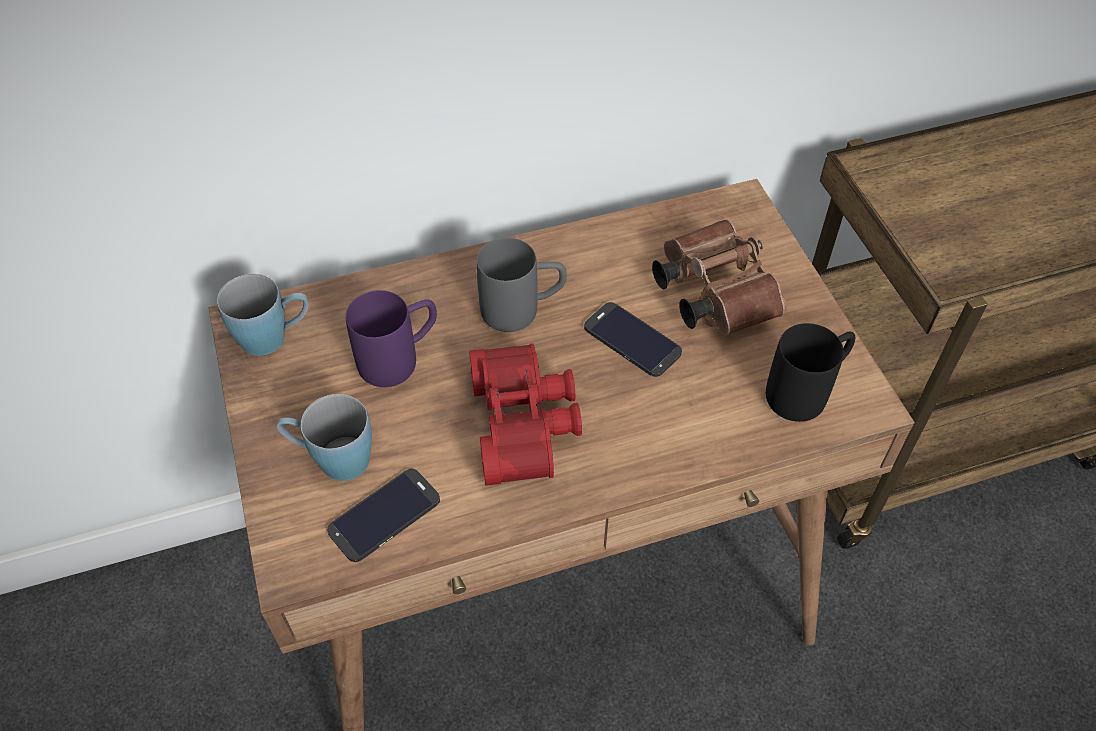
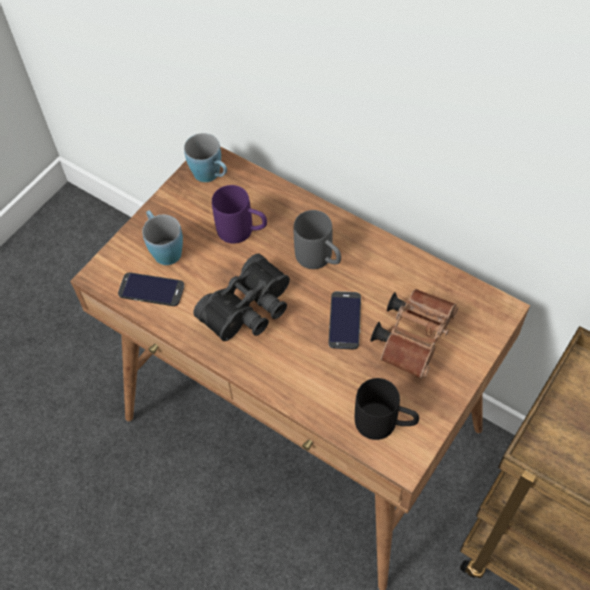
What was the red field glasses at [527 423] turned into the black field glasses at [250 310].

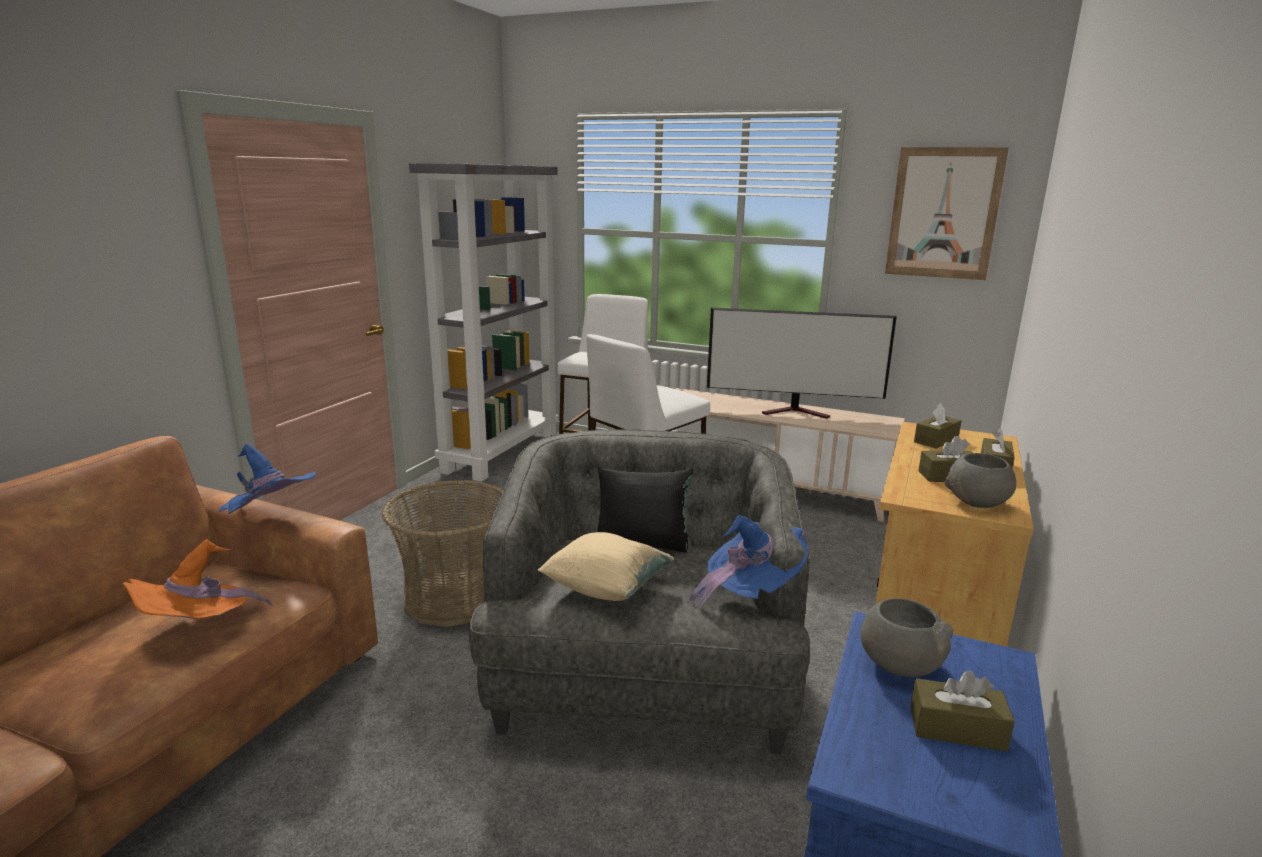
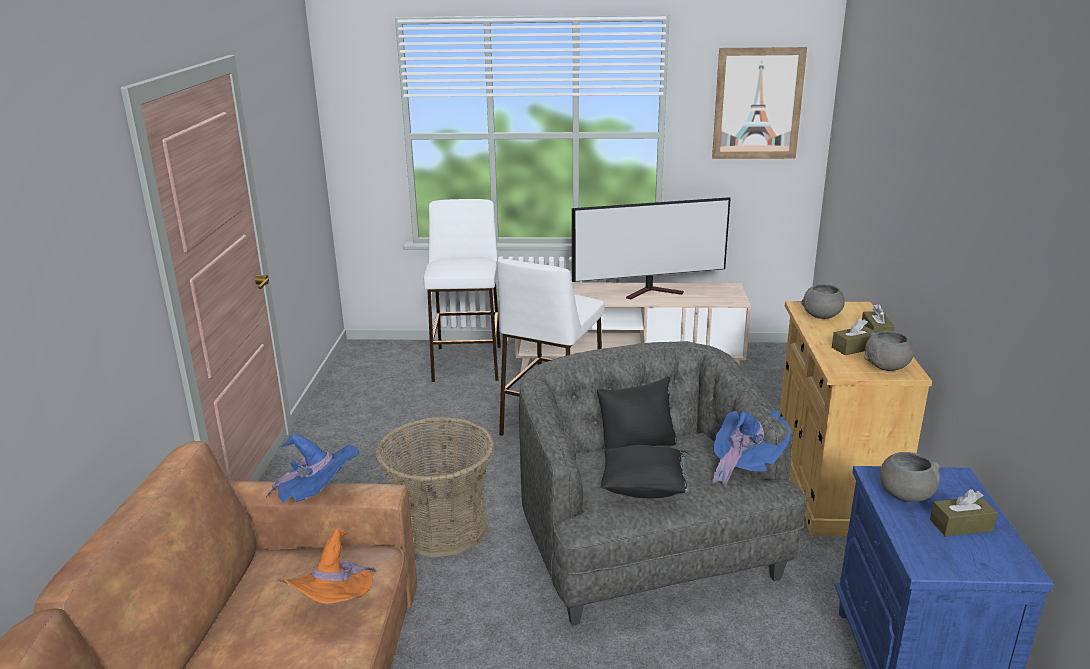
The second view lost the grey shelving unit at [501 452].
What was the beige throw pillow at [606 588] turned into the black throw pillow at [645 488].
Where the brown-coloured box of tissues stood at [936 440], the grey deep dish came to stand at [821 316].

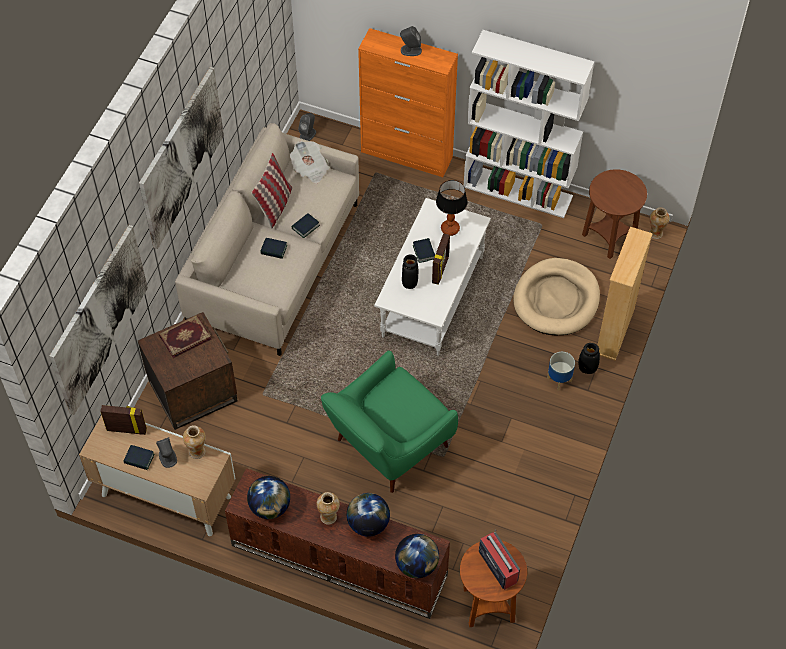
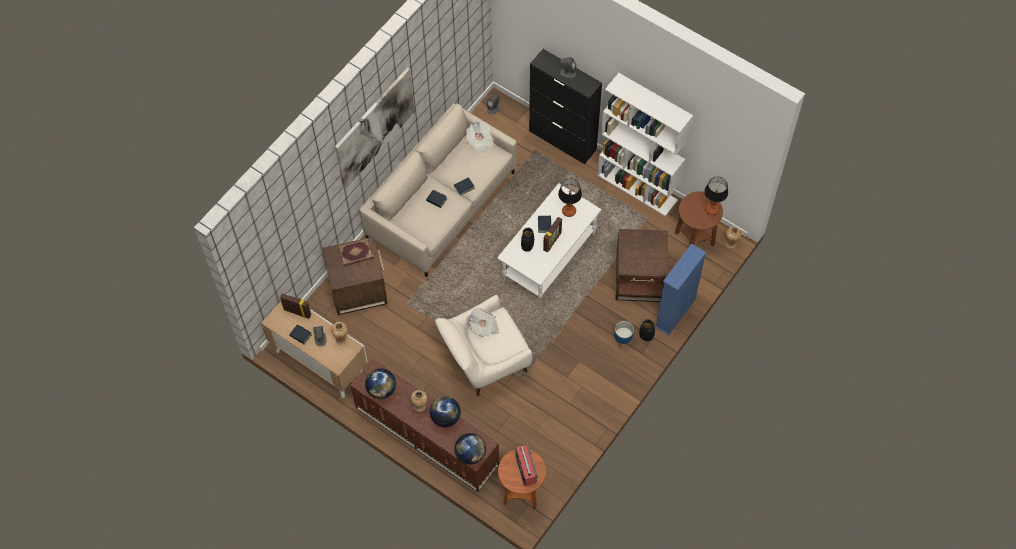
The second view lost the wall picture at [99 319].
The second view lost the throw pillow at [275 206].
What was the green lounge chair at [388 446] turned into the white lounge chair at [484 362].
What was the orange-coloured storage cabinet at [407 155] turned into the black storage cabinet at [563 140].
Where the beige dog cushion stood at [556 299], the brown-coloured side table came to stand at [639 279].
What was the beige shelving unit at [614 331] turned into the blue shelving unit at [675 313].
The second view gained the daily paper at [484 327].
The second view gained the tabletop lamp at [712 209].

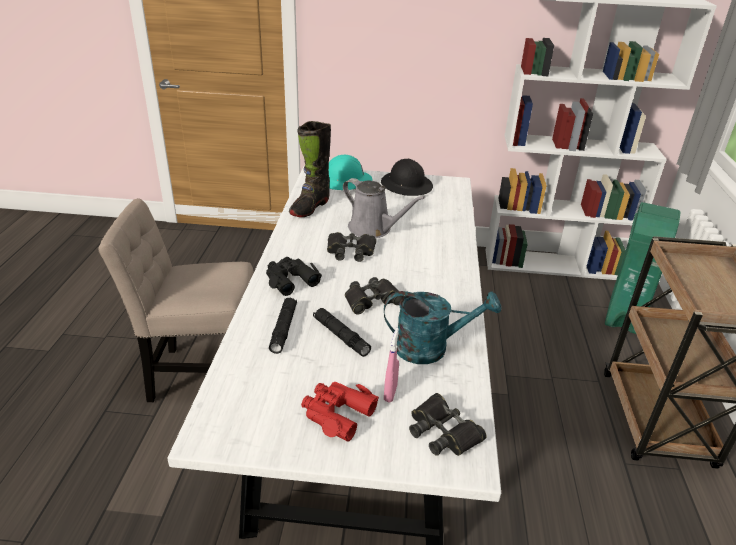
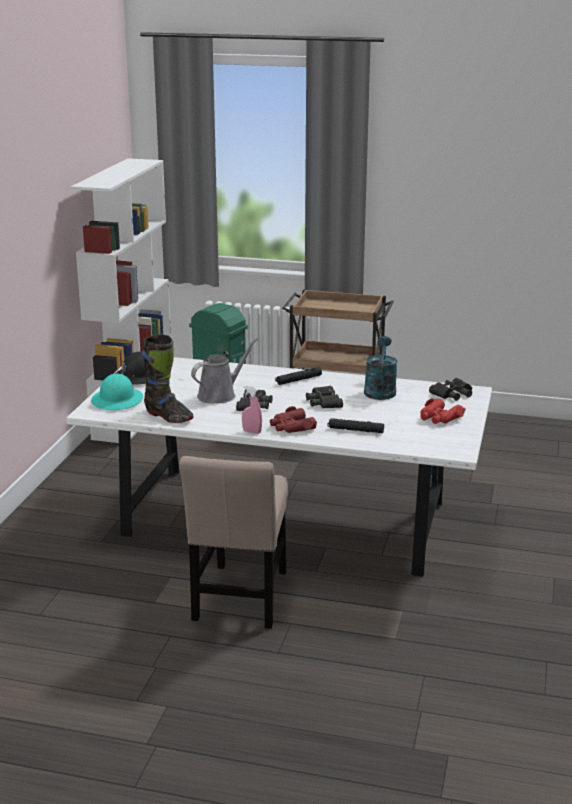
What was the black field glasses at [290 280] turned into the red field glasses at [291 427].
The black torch ended up elsewhere, having gone from [341 336] to [298 380].
The pinkish sprayer ended up elsewhere, having gone from [390 393] to [252 432].

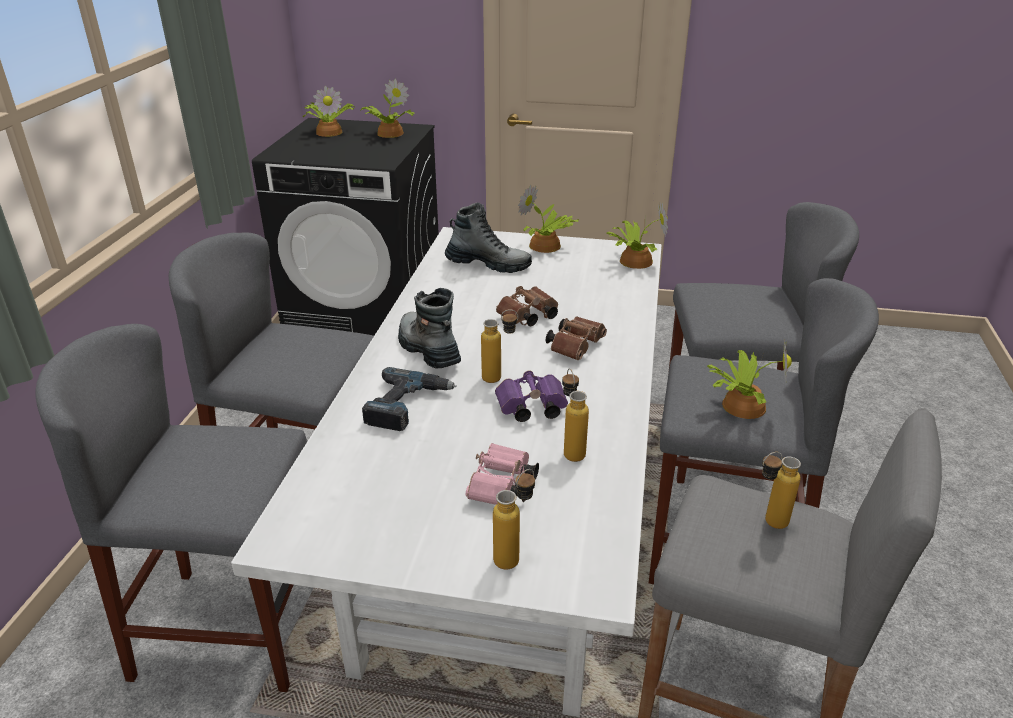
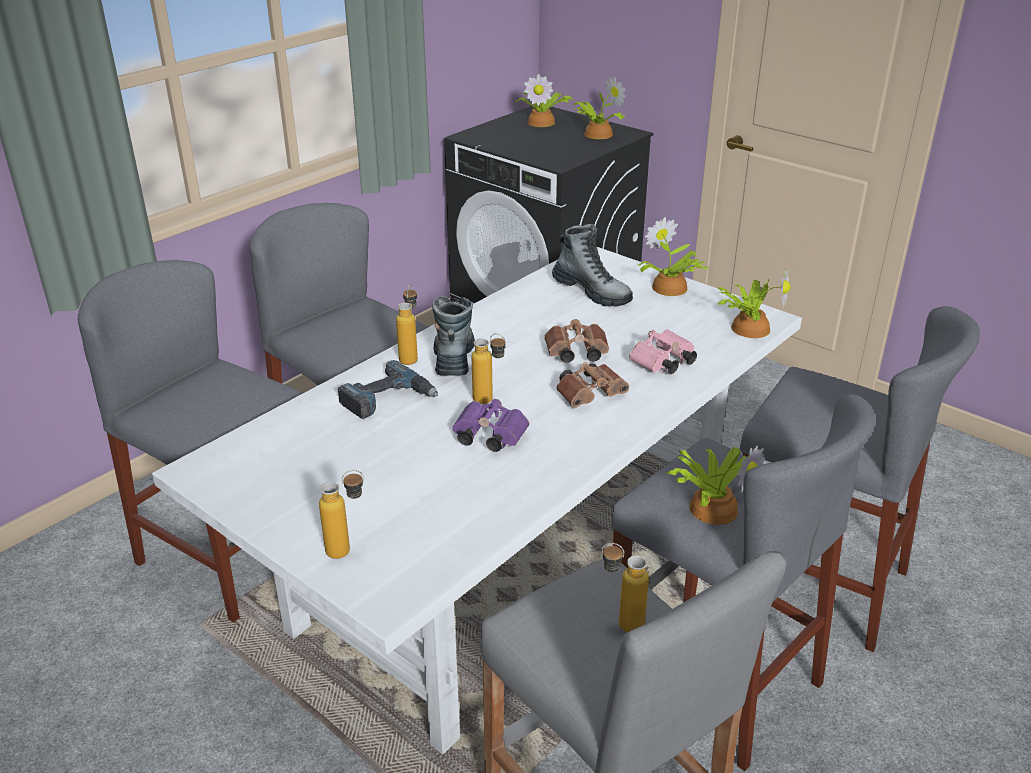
The pinkish field glasses ended up elsewhere, having gone from [502 488] to [662 364].
The beverage bottle ended up elsewhere, having gone from [571 450] to [410 356].

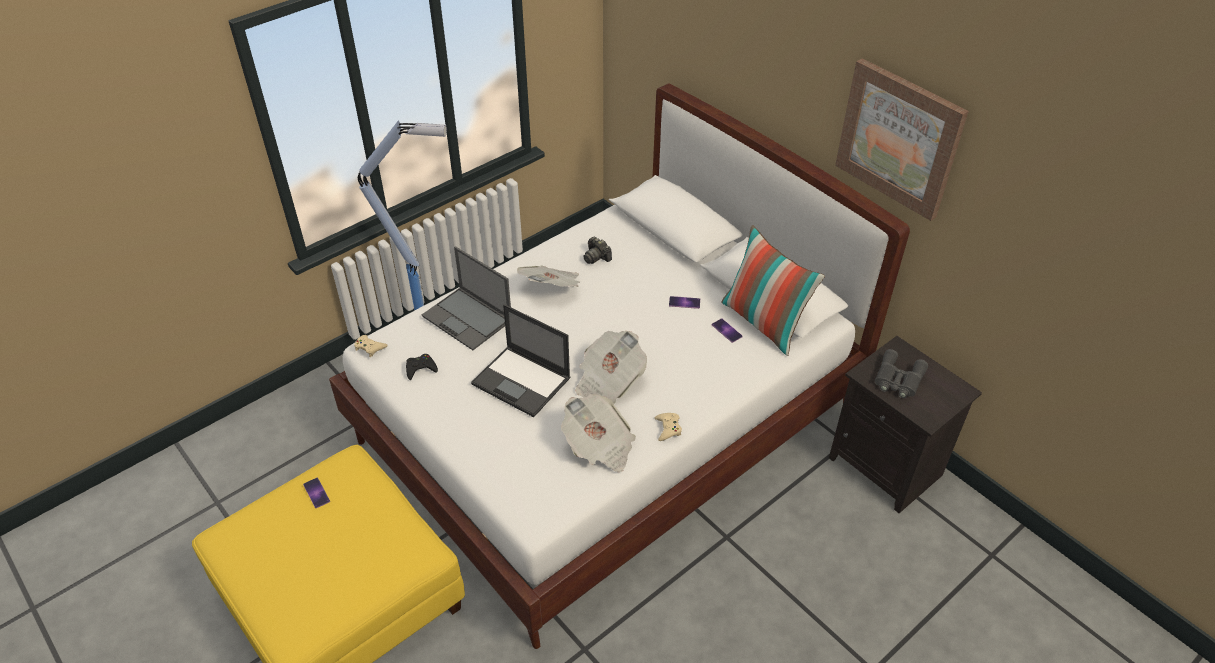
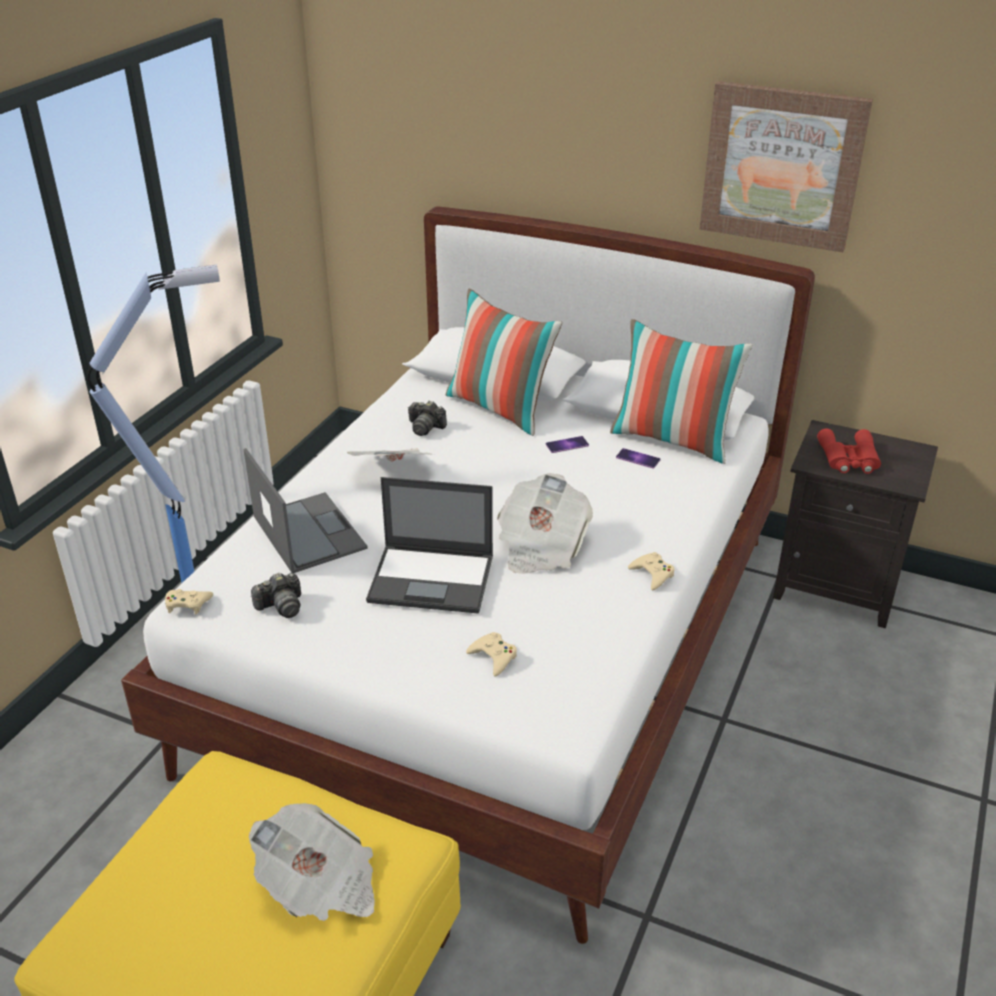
The second view lost the phone at [316 493].
Where the black gamepad stood at [420 369], the photo camera came to stand at [281 606].
The laptop at [468 318] ended up facing another way, 135 degrees counterclockwise from before.
The daily paper ended up elsewhere, having gone from [599 446] to [320 886].
What was the grey field glasses at [897 380] turned into the red field glasses at [848 458].
The second view gained the throw pillow at [500 409].
The second view gained the beige gamepad at [493 657].

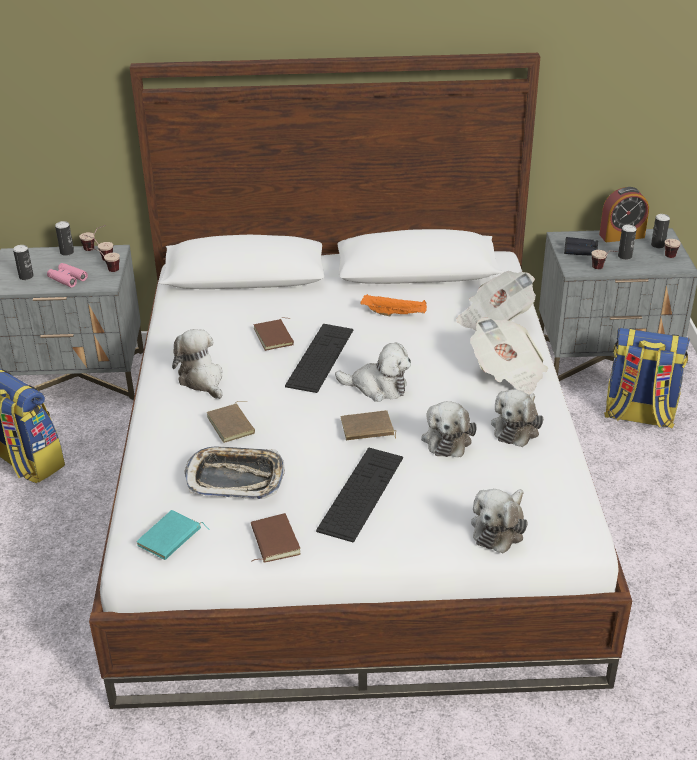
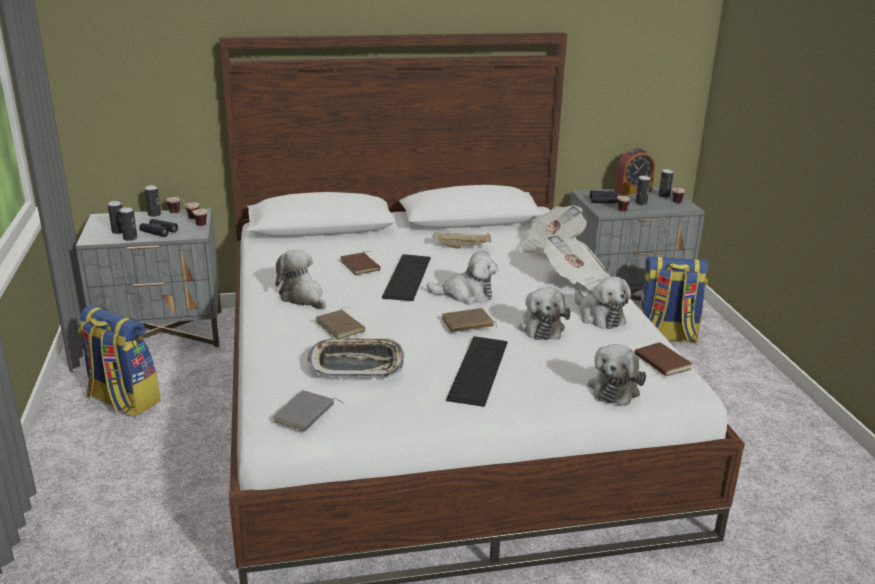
What was the pinkish field glasses at [67 279] turned into the black field glasses at [158 232].
What was the turquoise bound book at [170 538] turned into the grey bound book at [306 414].
The brown-coloured bound book ended up elsewhere, having gone from [273 541] to [660 362].
What was the orange-coloured carrying tray at [395 314] turned into the beige carrying tray at [463 247].
The plush toy at [516 427] ended up facing another way, 45 degrees counterclockwise from before.
The second view gained the metal can at [130 238].

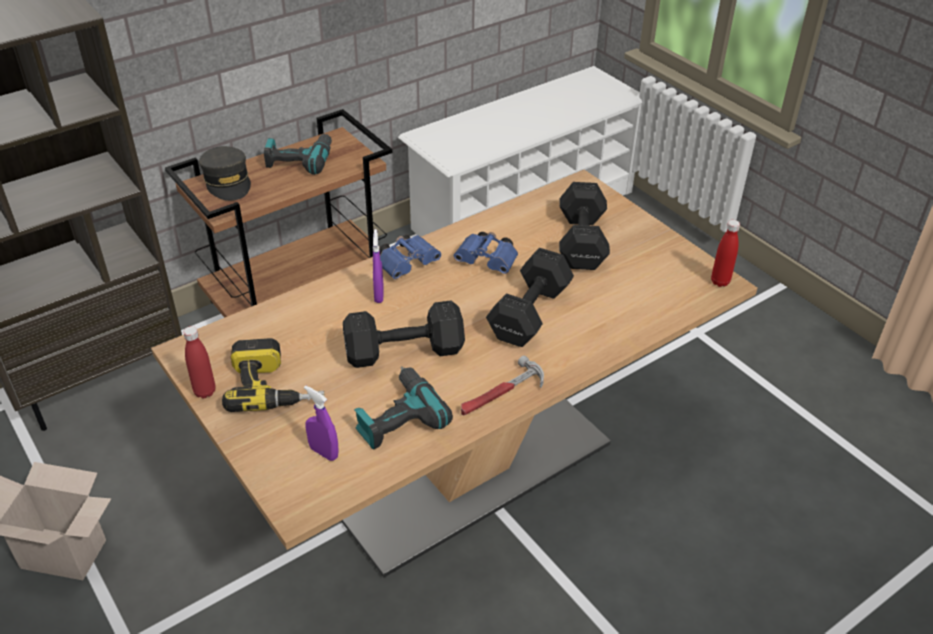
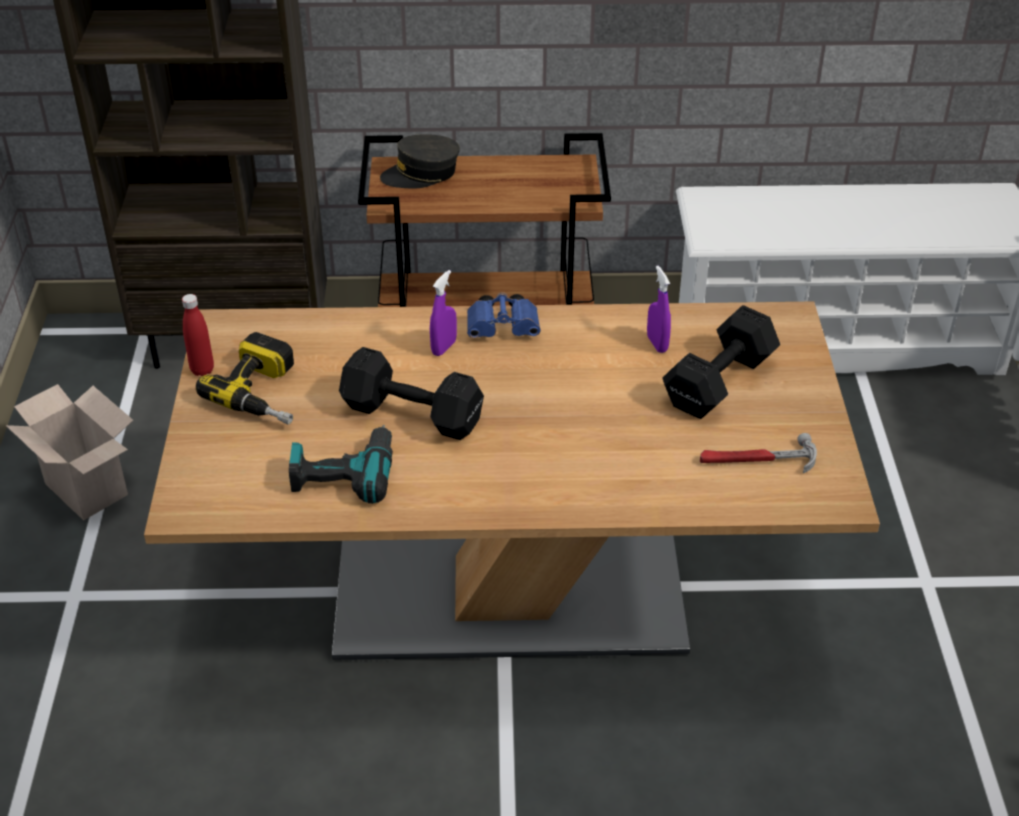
The grey peaked cap at [228 182] ended up facing another way, 60 degrees clockwise from before.
The second view lost the drill at [300 160].
The purple-coloured sprayer ended up elsewhere, having gone from [324 452] to [657 344].
The second view lost the blue field glasses at [488 262].
The tool hammer ended up elsewhere, having gone from [501 393] to [757 460].
The second view lost the black free weight at [527 314].
The second view lost the red beverage bottle at [720 282].

